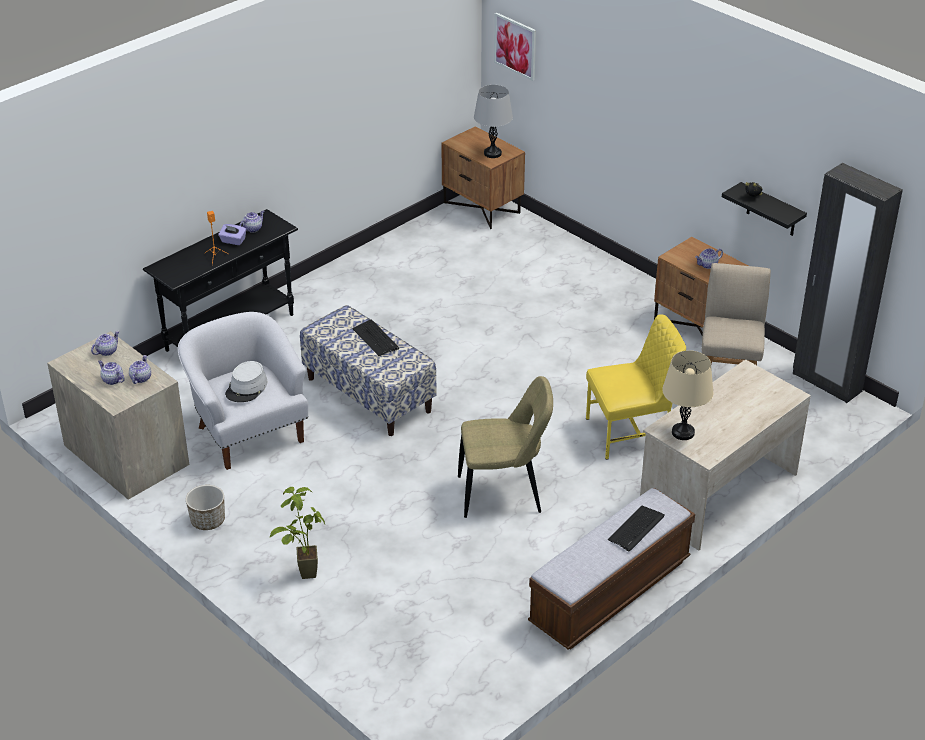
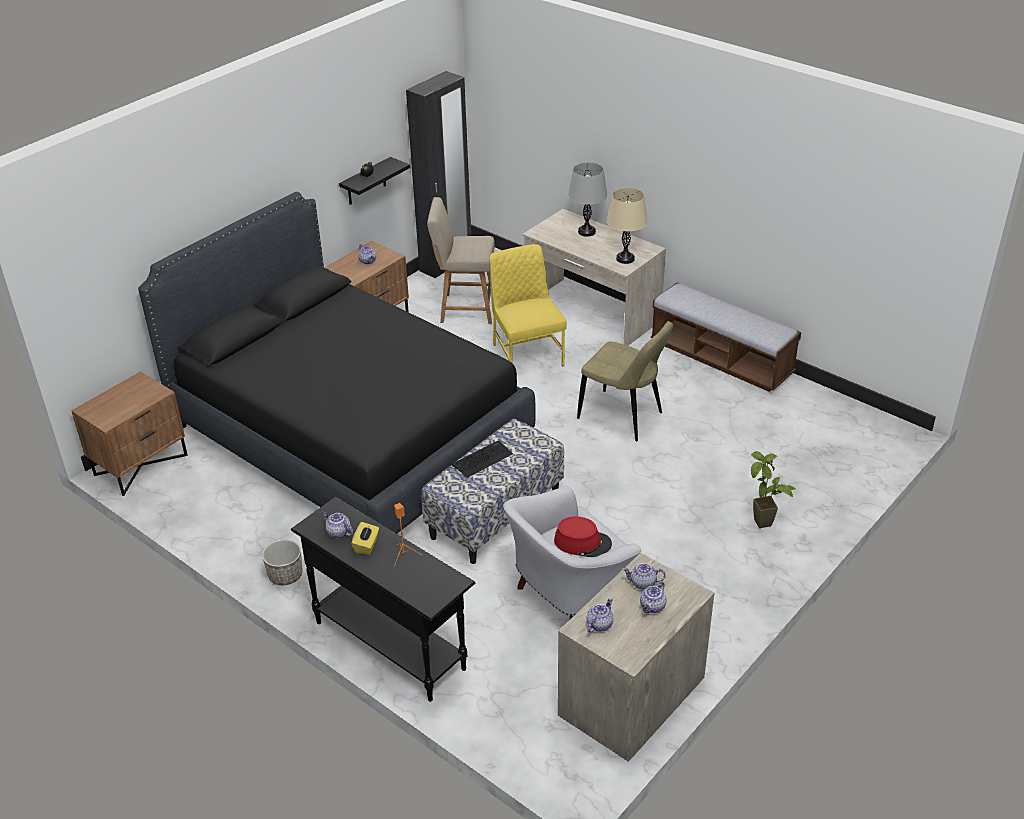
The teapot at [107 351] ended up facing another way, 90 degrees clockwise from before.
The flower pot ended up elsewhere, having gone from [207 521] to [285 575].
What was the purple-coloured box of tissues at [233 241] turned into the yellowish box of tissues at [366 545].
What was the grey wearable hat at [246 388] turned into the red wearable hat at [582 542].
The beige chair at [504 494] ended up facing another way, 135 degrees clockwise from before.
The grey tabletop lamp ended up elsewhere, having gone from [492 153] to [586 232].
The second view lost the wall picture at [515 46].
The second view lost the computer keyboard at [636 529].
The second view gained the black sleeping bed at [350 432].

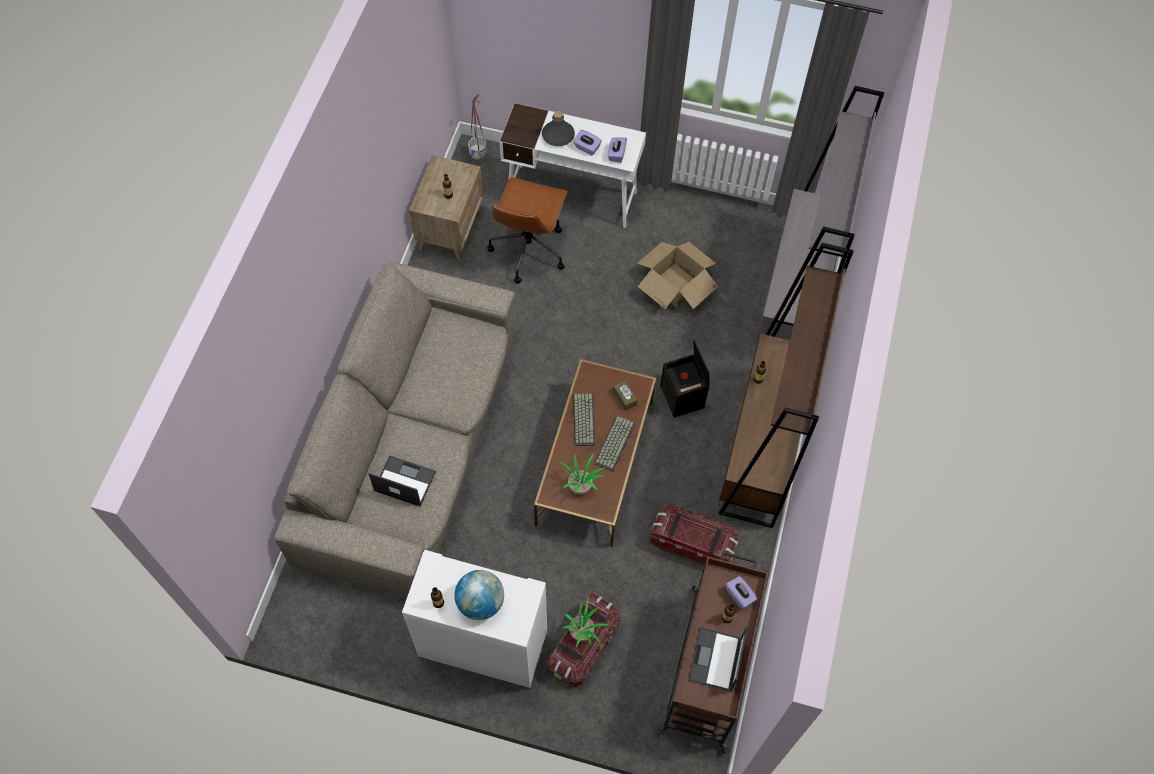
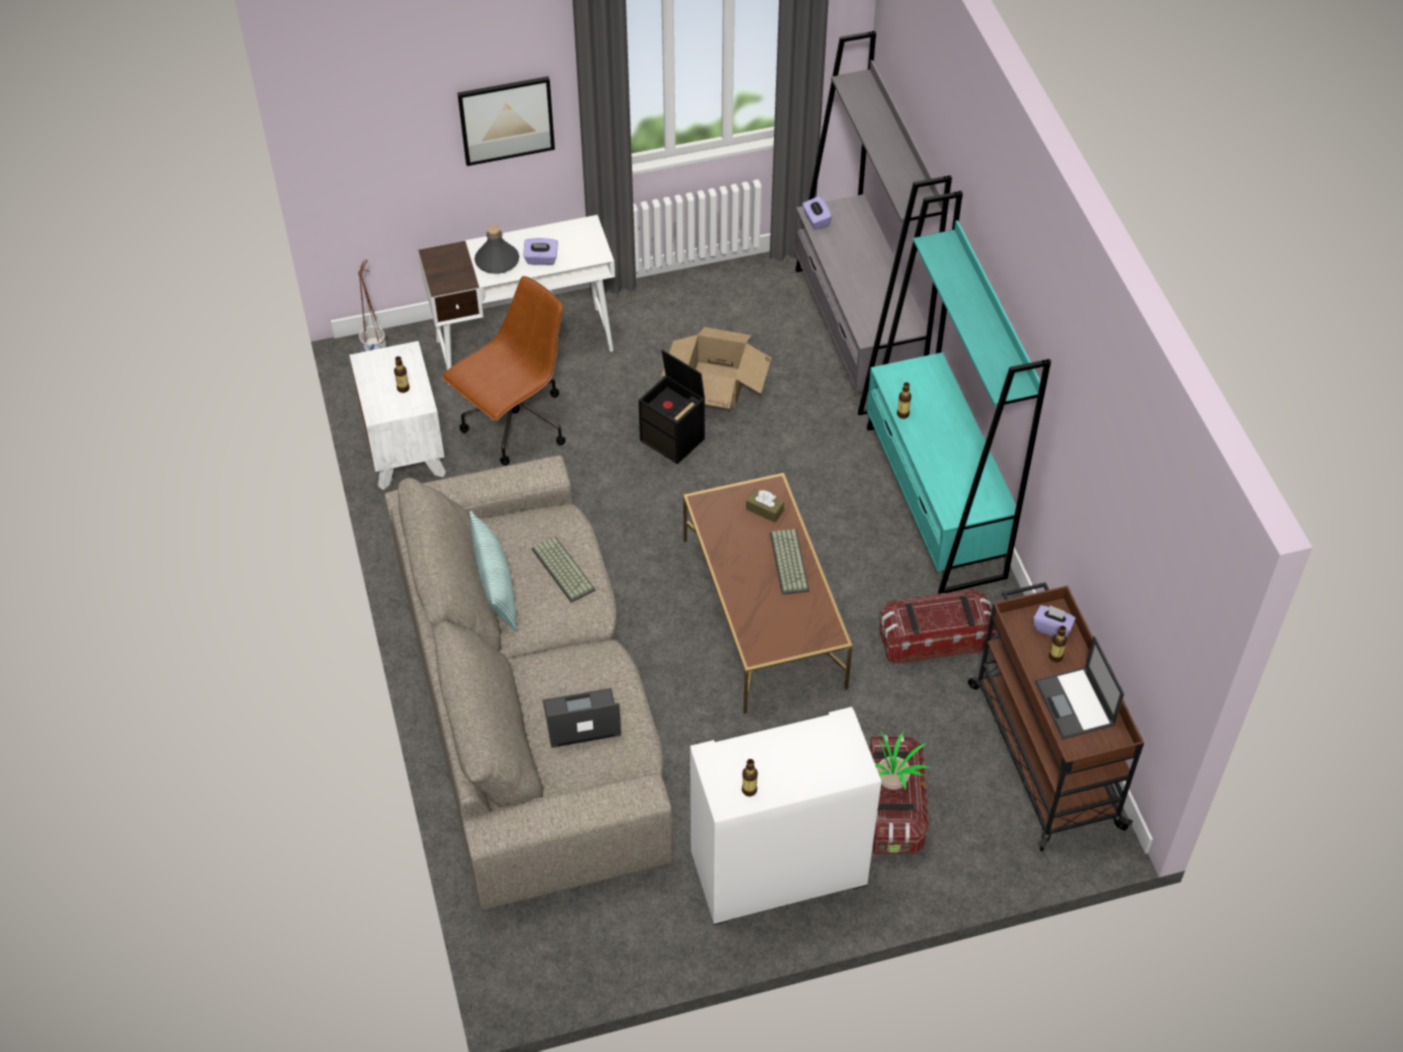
What was the brown-coloured bedside table at [451 231] turned into the white bedside table at [404 450].
The second view lost the desk globe at [480 602].
The brown-coloured computer chair at [528 249] ended up facing another way, 120 degrees counterclockwise from before.
The second view lost the houseplant at [580 485].
The computer keyboard ended up elsewhere, having gone from [582 419] to [561 569].
The purple-coloured box of tissues ended up elsewhere, having gone from [616 154] to [816 220].
The black storage container ended up elsewhere, having gone from [683 397] to [673 440].
What was the brown-coloured shelving unit at [762 446] turned into the turquoise shelving unit at [935 501].
The second view gained the wall picture at [506 120].
The second view gained the throw pillow at [495 586].

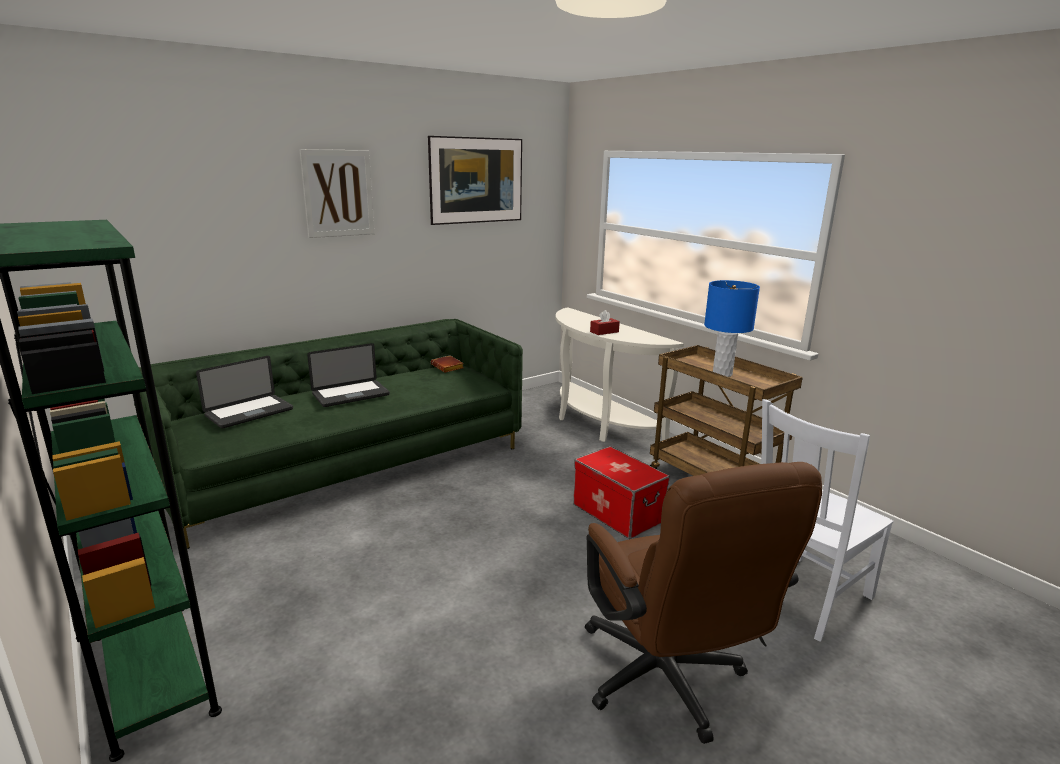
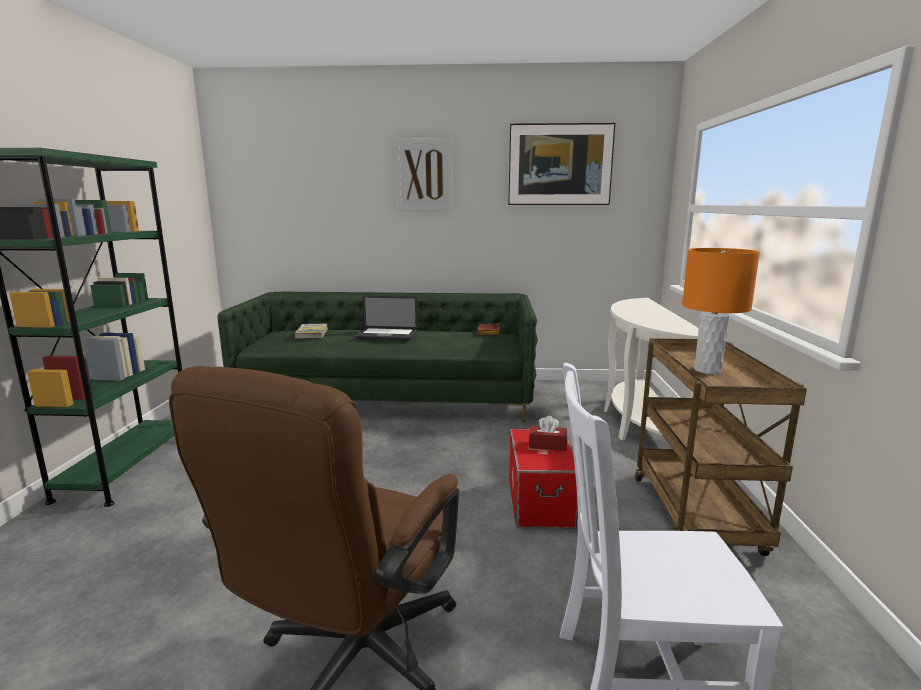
Where the laptop stood at [249 412], the bound book came to stand at [312 333].
The red box of tissues ended up elsewhere, having gone from [604 332] to [547 445].
What was the blue tabletop lamp at [722 374] turned into the orange-coloured tabletop lamp at [707 370].

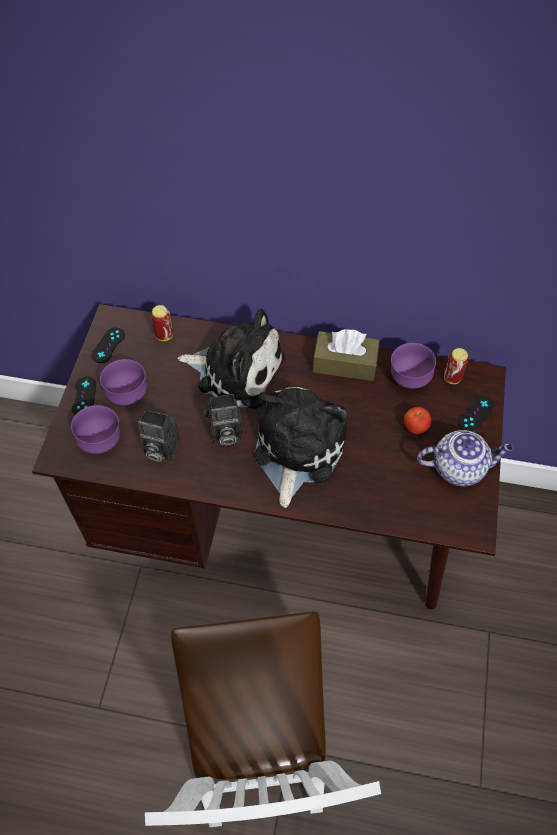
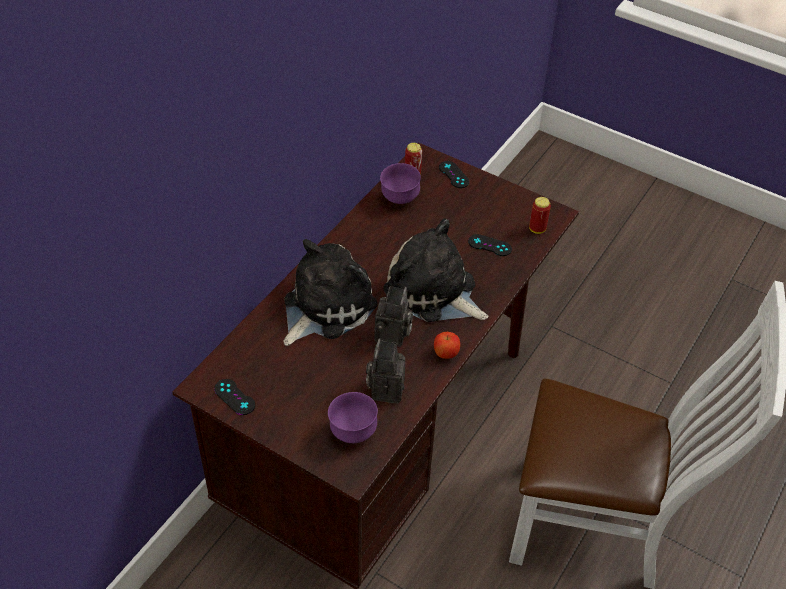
The black gamepad ended up elsewhere, having gone from [84 396] to [489 245].
The second view lost the purple-coloured deep dish at [128 395].
The photo camera at [160 449] ended up facing another way, 150 degrees clockwise from before.
The metal can ended up elsewhere, having gone from [164 335] to [537 229].
The second view lost the brown-coloured box of tissues at [345 364].
The apple fruit ended up elsewhere, having gone from [415 427] to [445 353].
The second view lost the teapot at [459 467].

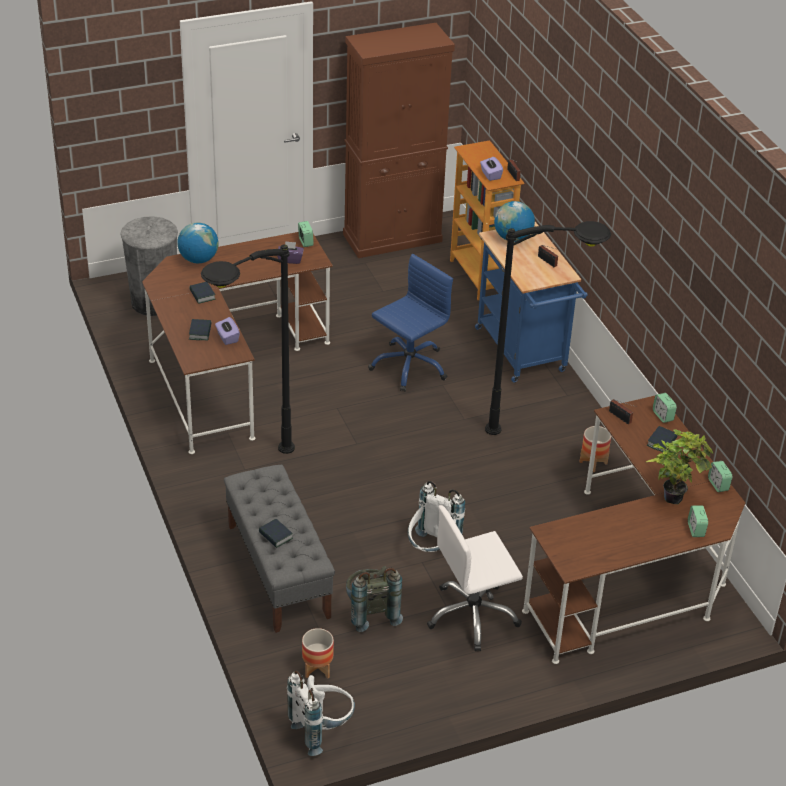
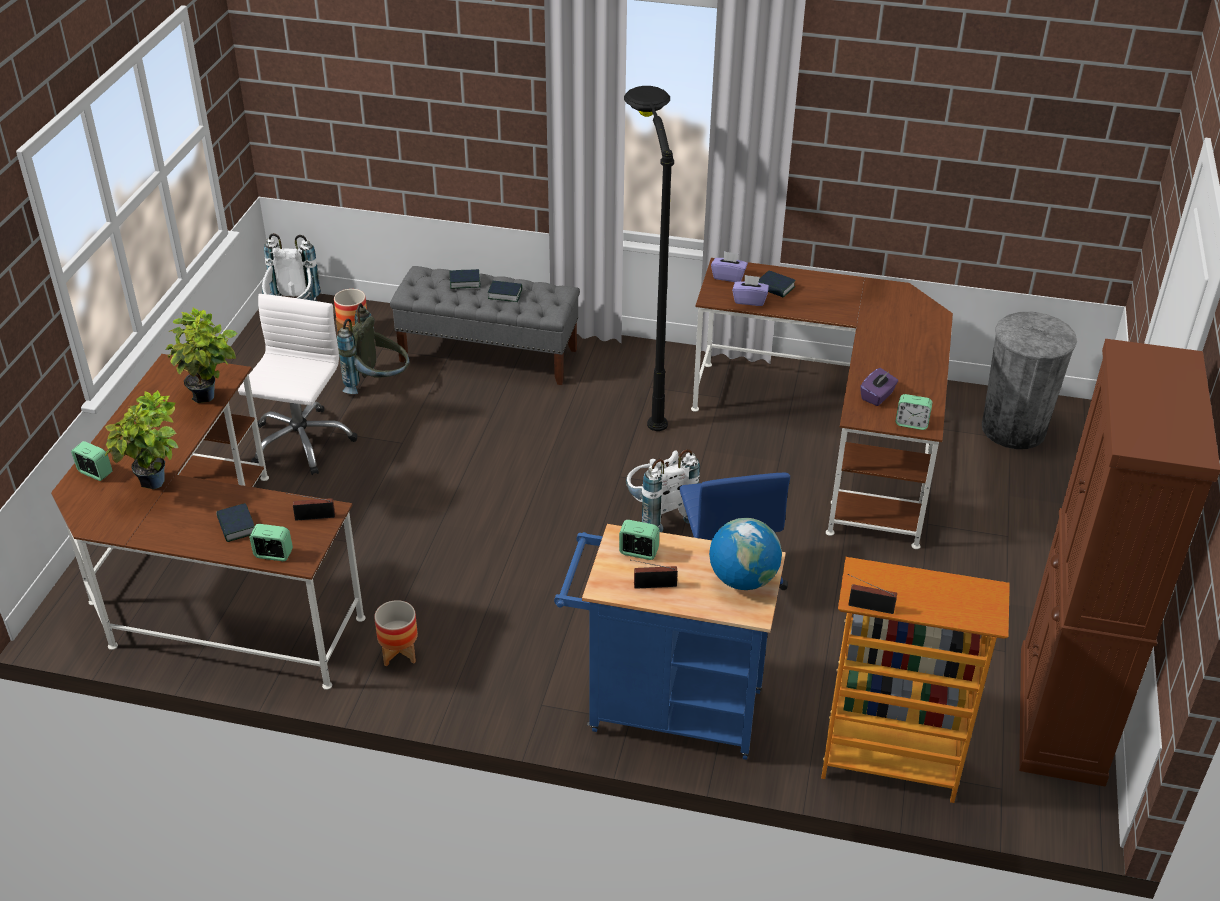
The second view lost the desk globe at [198 259].
The bound book ended up elsewhere, having gone from [202 295] to [505 294].
The white backpack ended up elsewhere, having gone from [431 550] to [657 514].
The purple-coloured box of tissues ended up elsewhere, having gone from [490 175] to [728 276].
The second view lost the black standing lamp at [545 434].
The alarm clock ended up elsewhere, having gone from [718 485] to [638 552].
The second view gained the houseplant at [209 398].

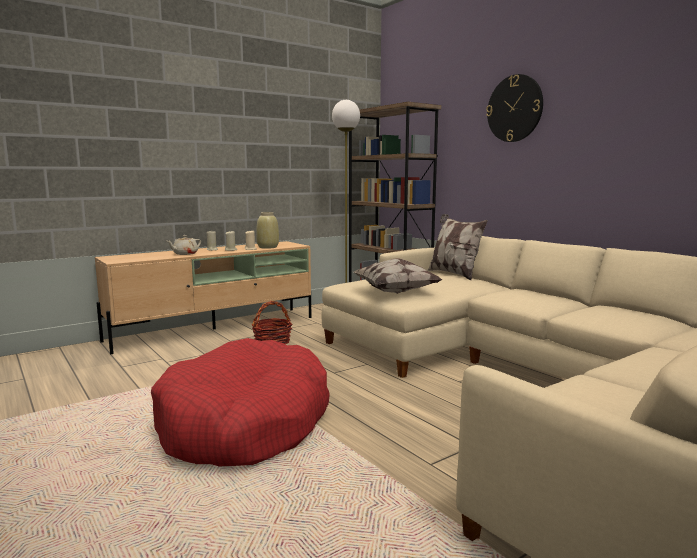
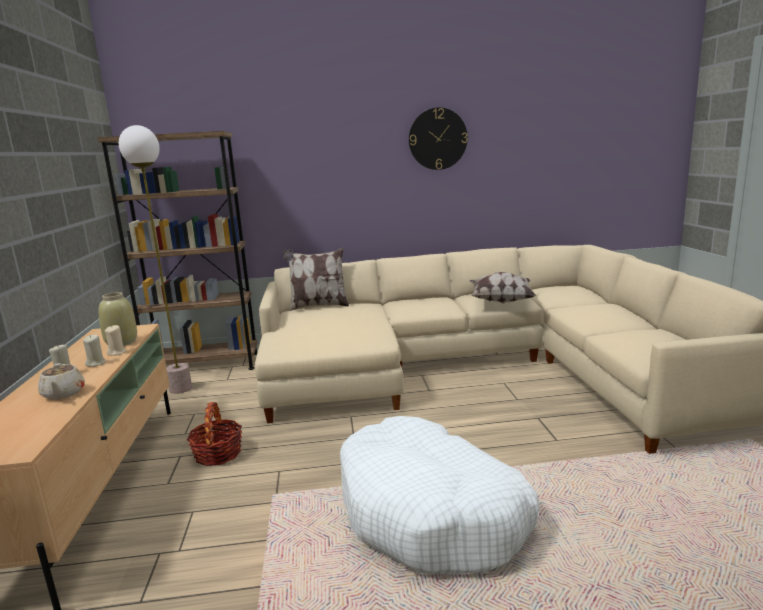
What was the red dog cushion at [244 423] turned into the white dog cushion at [431 512].
The throw pillow ended up elsewhere, having gone from [396 291] to [500 301].
The wall clock ended up elsewhere, having gone from [514 108] to [437 139].

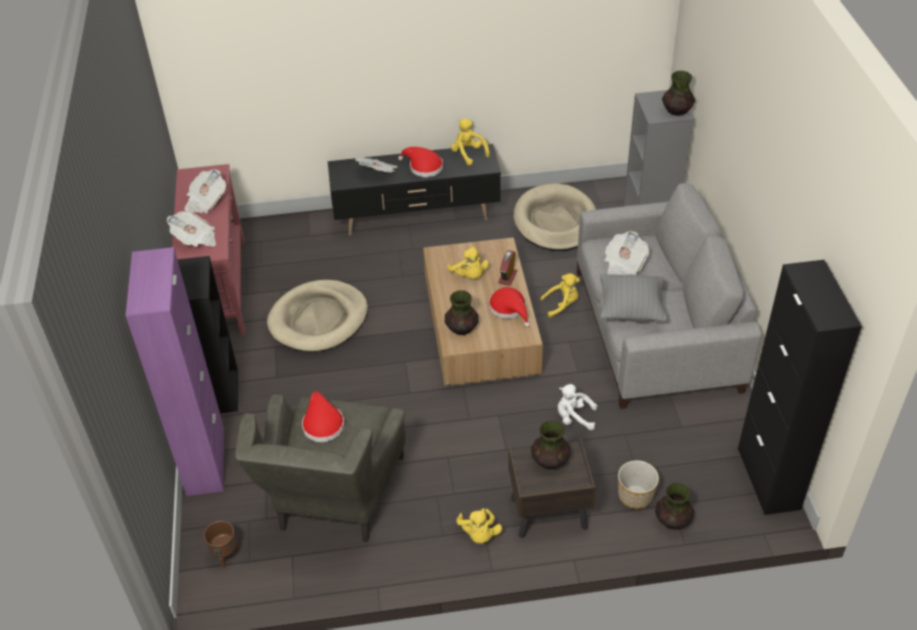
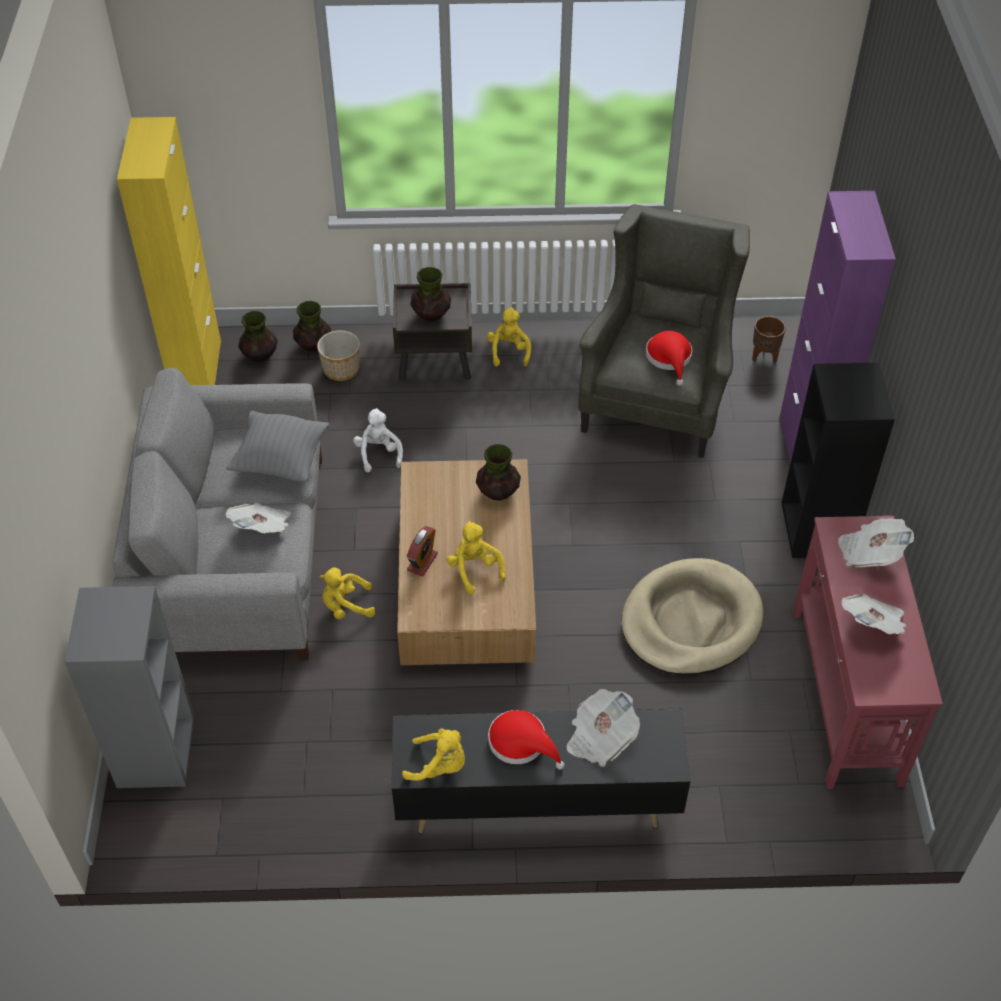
The yellowish plush toy at [468 154] ended up facing another way, 45 degrees counterclockwise from before.
The second view lost the red wearable hat at [509 309].
The second view lost the beige dog cushion at [555 222].
The white plush toy at [574 417] ended up facing another way, 120 degrees counterclockwise from before.
The decorative vase ended up elsewhere, having gone from [677 111] to [259 355].
What was the black storage cabinet at [768 478] turned into the yellowish storage cabinet at [197 372].

